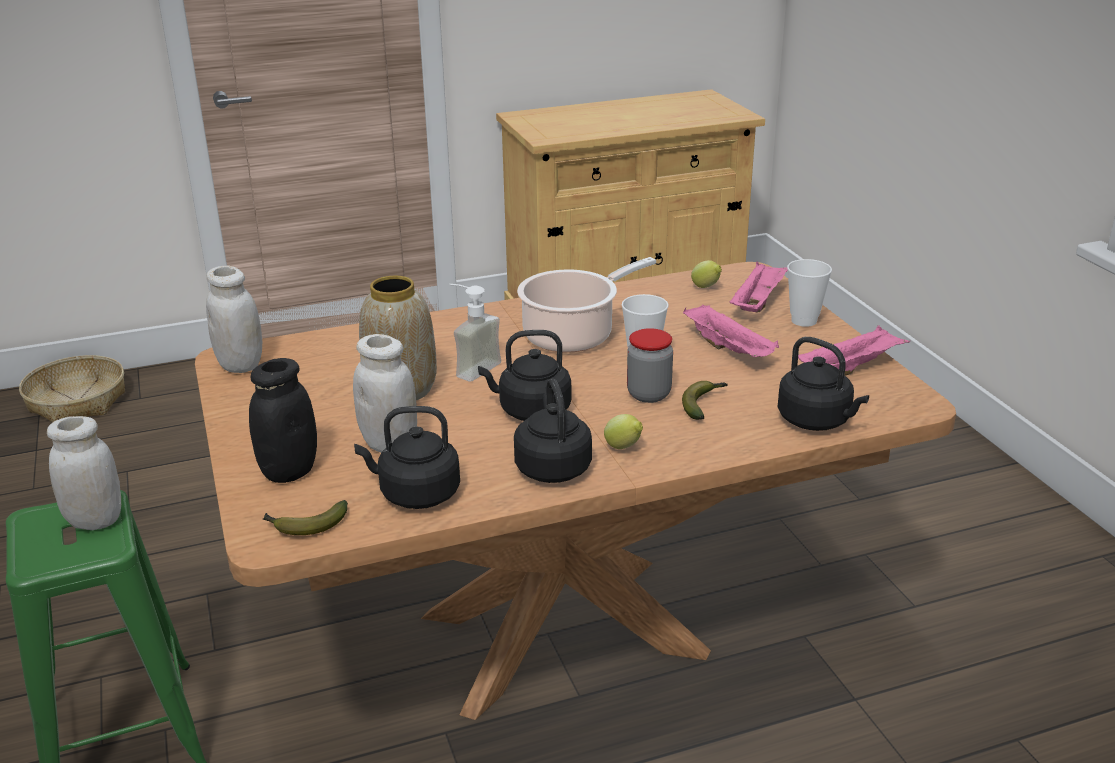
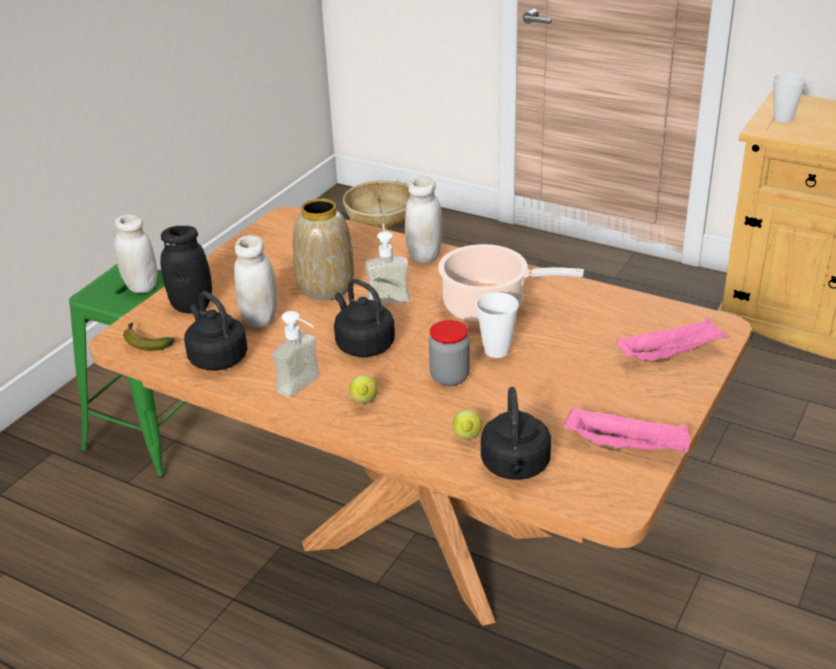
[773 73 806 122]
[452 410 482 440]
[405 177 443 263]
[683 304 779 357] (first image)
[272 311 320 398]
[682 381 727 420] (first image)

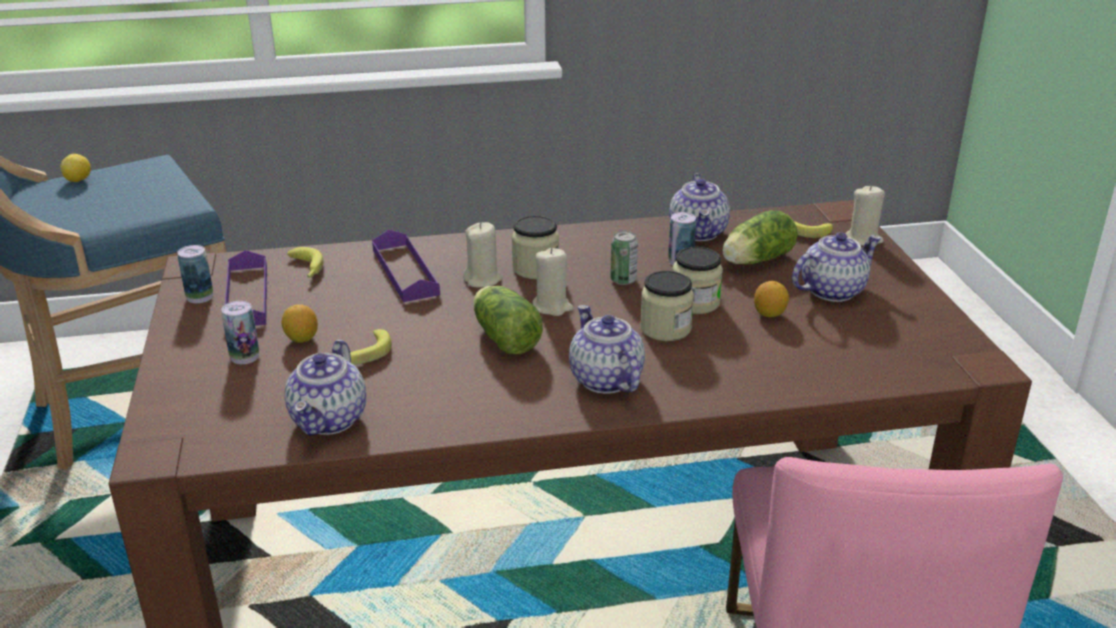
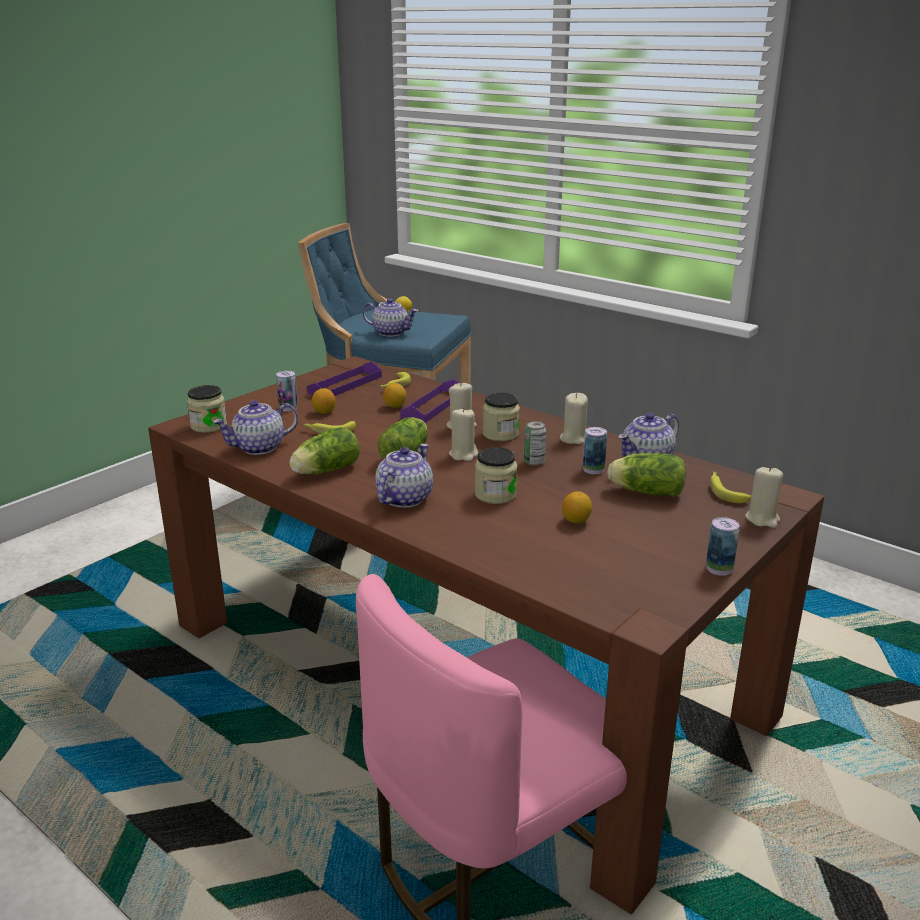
[362 298 418 337]
[706 517 739 576]
[187 385 227 433]
[383 383 406 408]
[560 393 588 444]
[289 427 360 475]

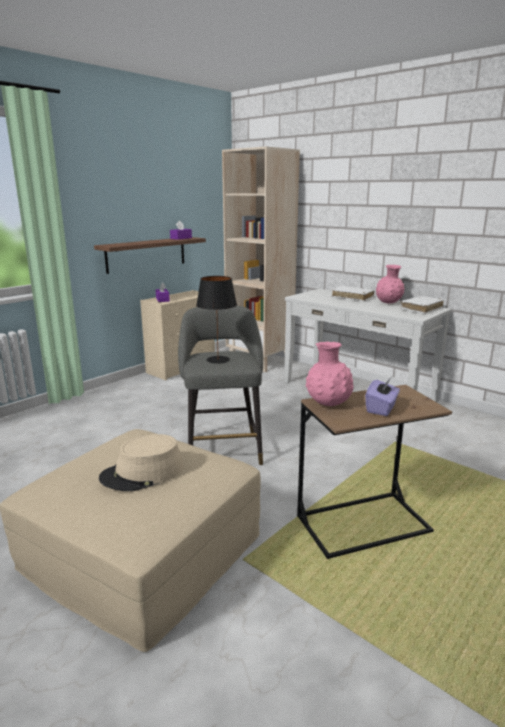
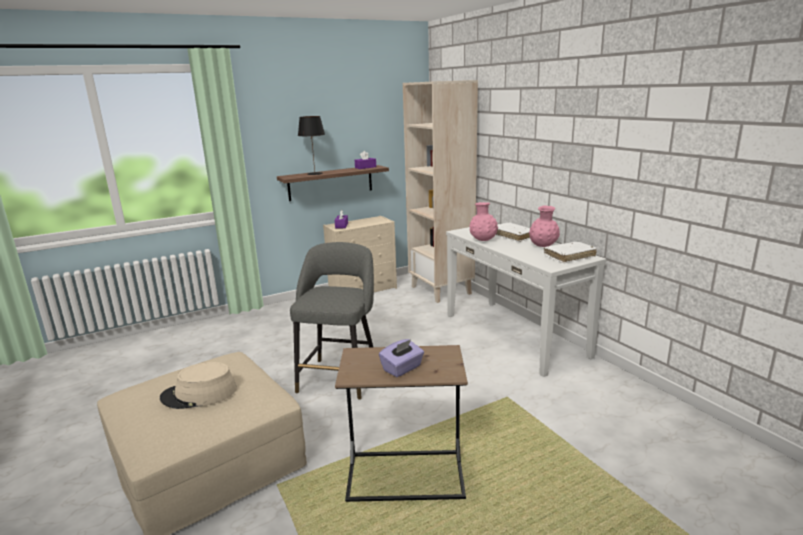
[298 116 325 175]
[469 202 498 241]

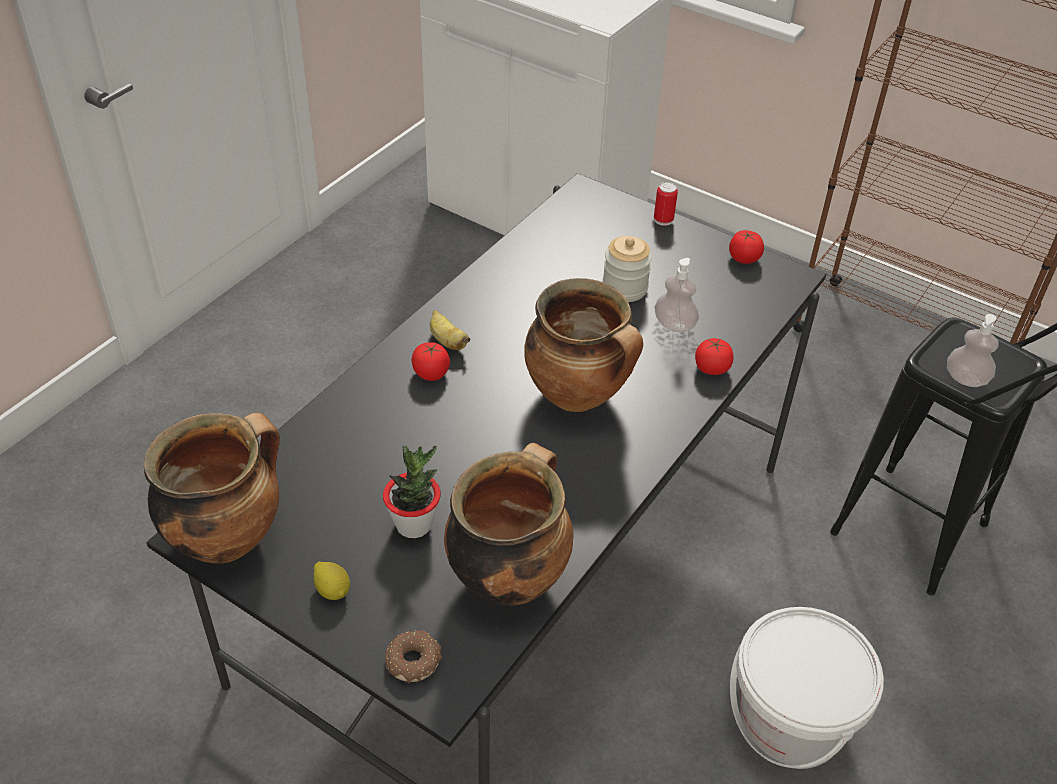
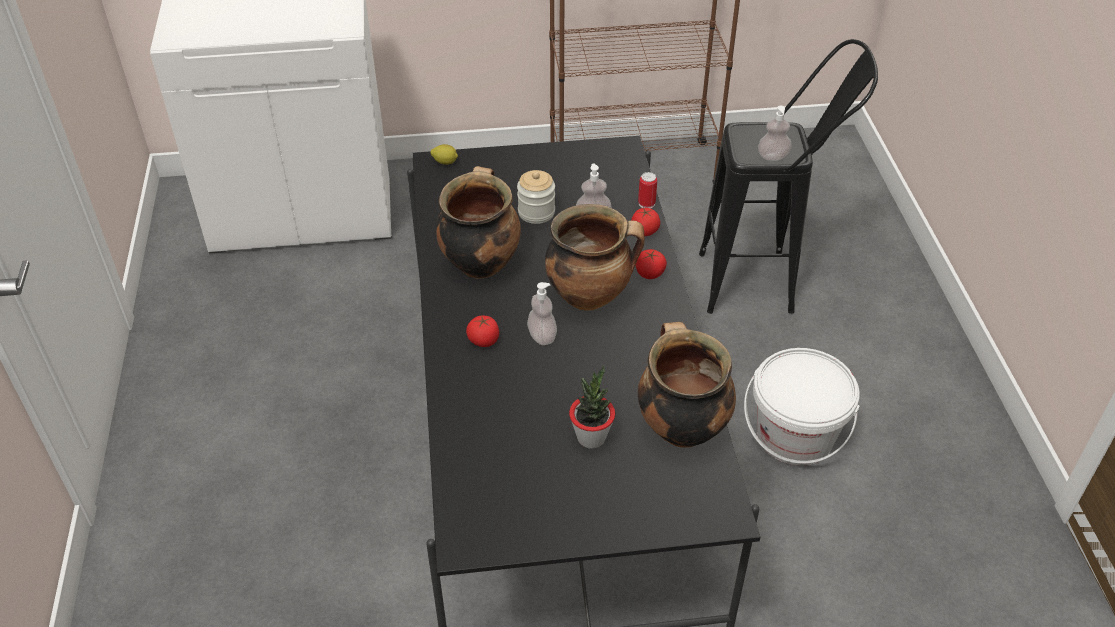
[638 172 657 209]
[636 249 667 279]
[430 310 470 350] (first image)
[436 166 521 279]
[431 144 458 165]
[385 630 442 683] (first image)
[527 282 557 345]

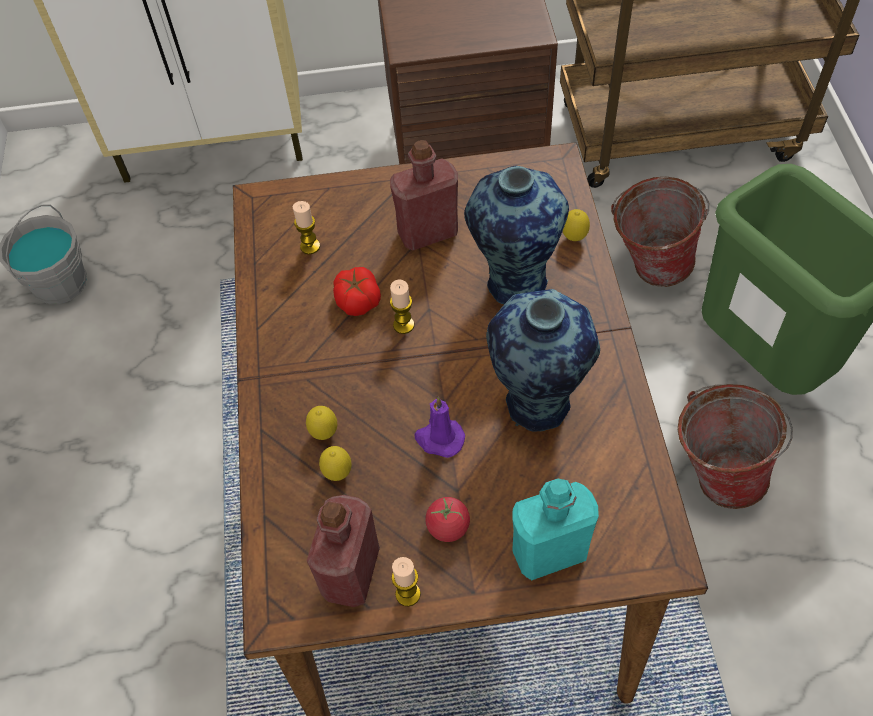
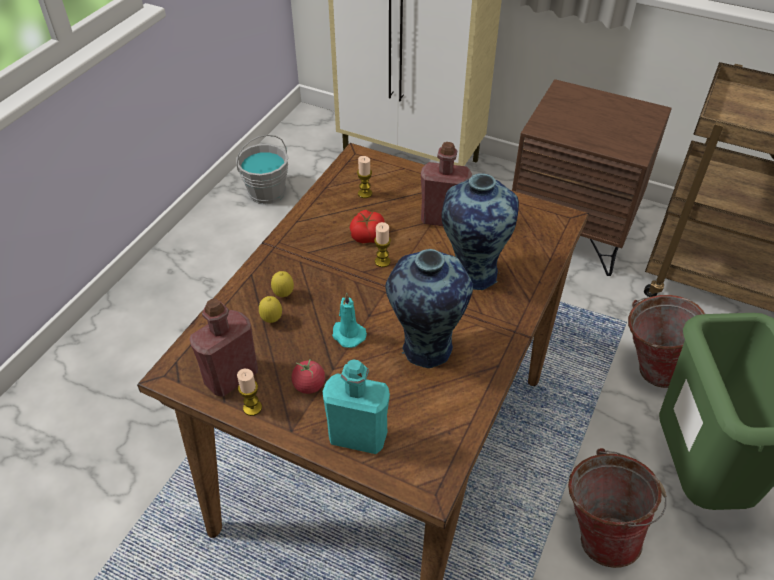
[563 209 590 241] (first image)
[332 292 367 348]

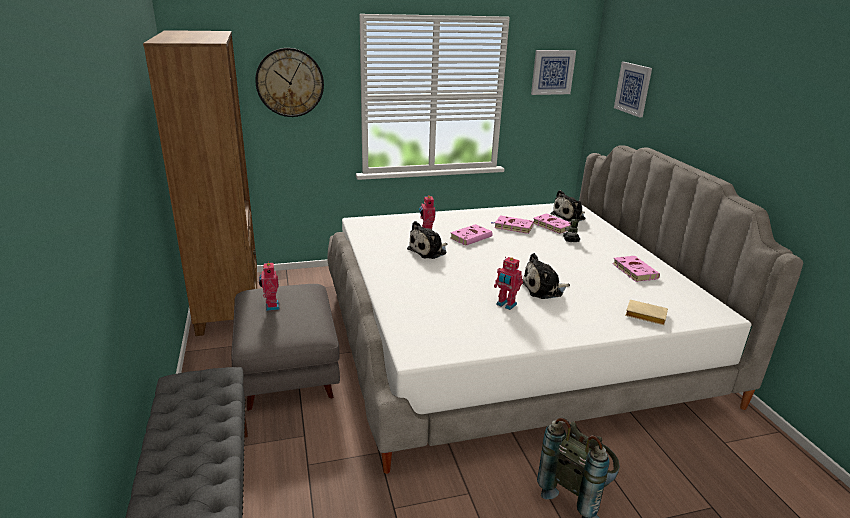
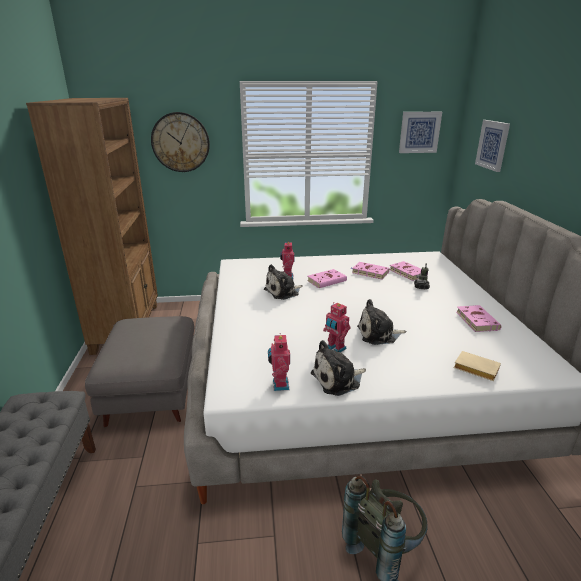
[311 340 366 396]
[268 333 290 391]

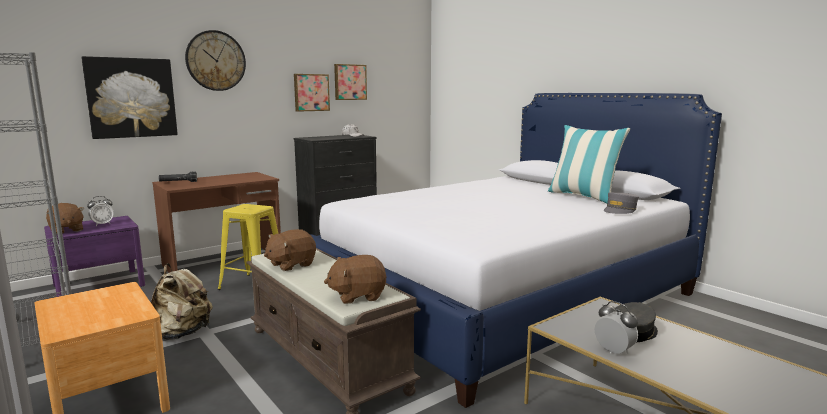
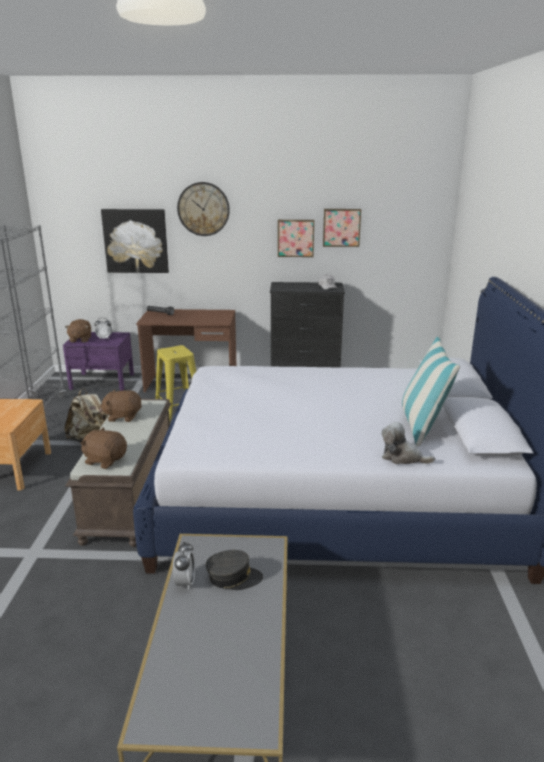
[382 422 435 464]

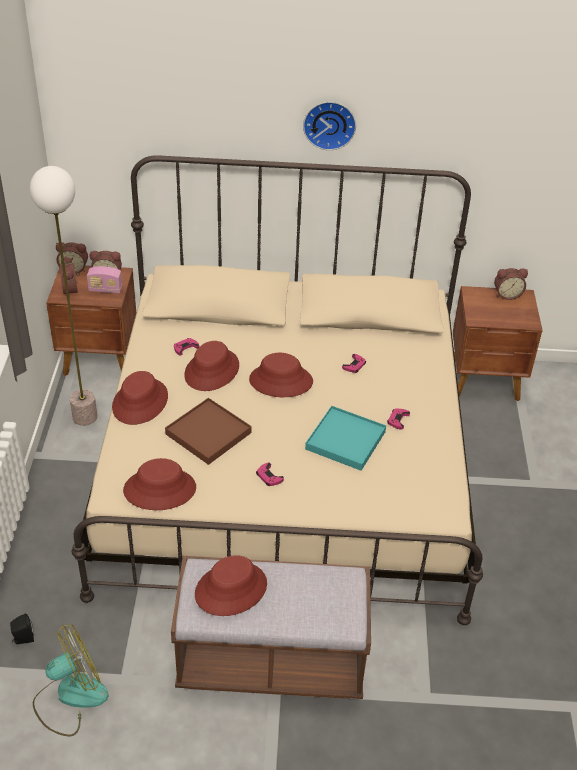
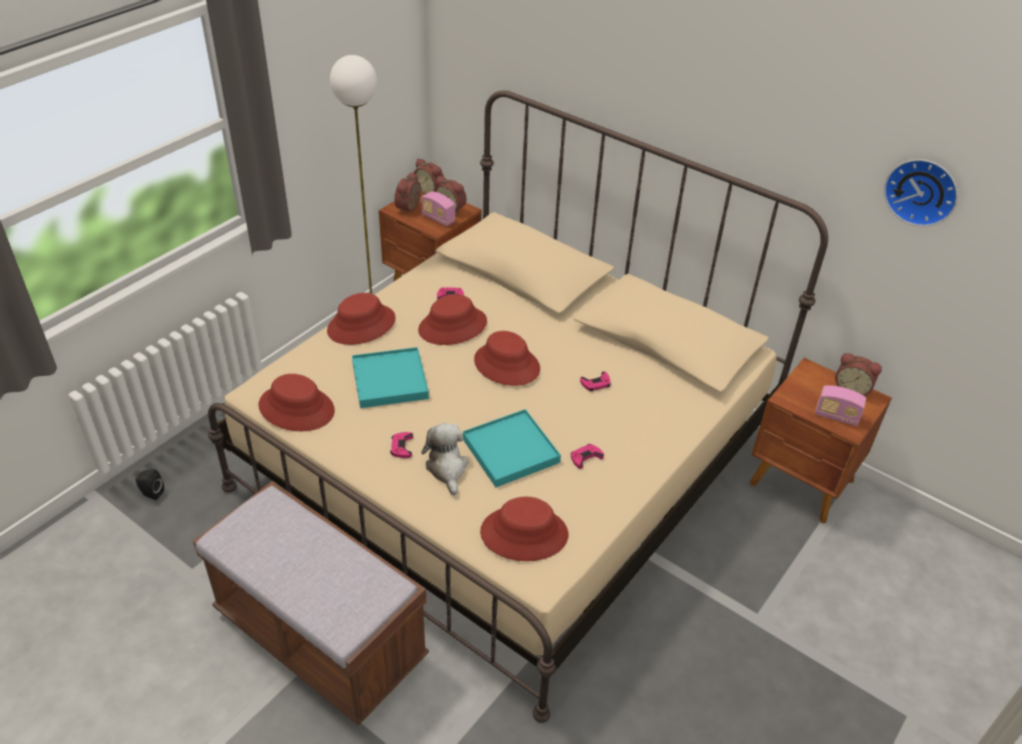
[884 159 958 226]
[352 347 429 408]
[480 497 568 561]
[33 625 109 737] (first image)
[815 385 866 426]
[421 423 468 495]

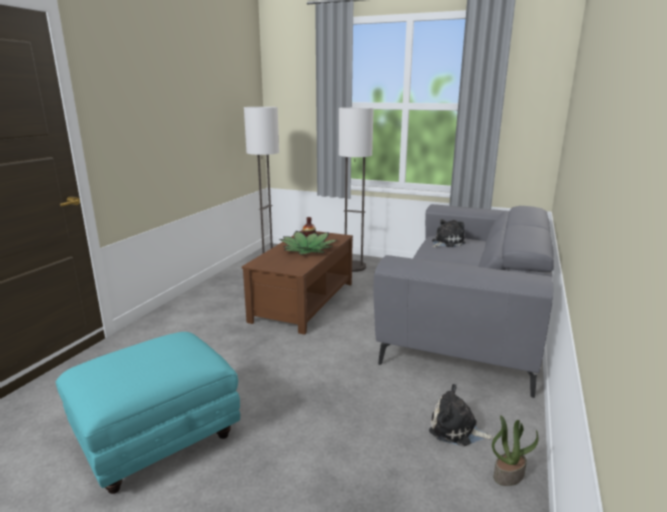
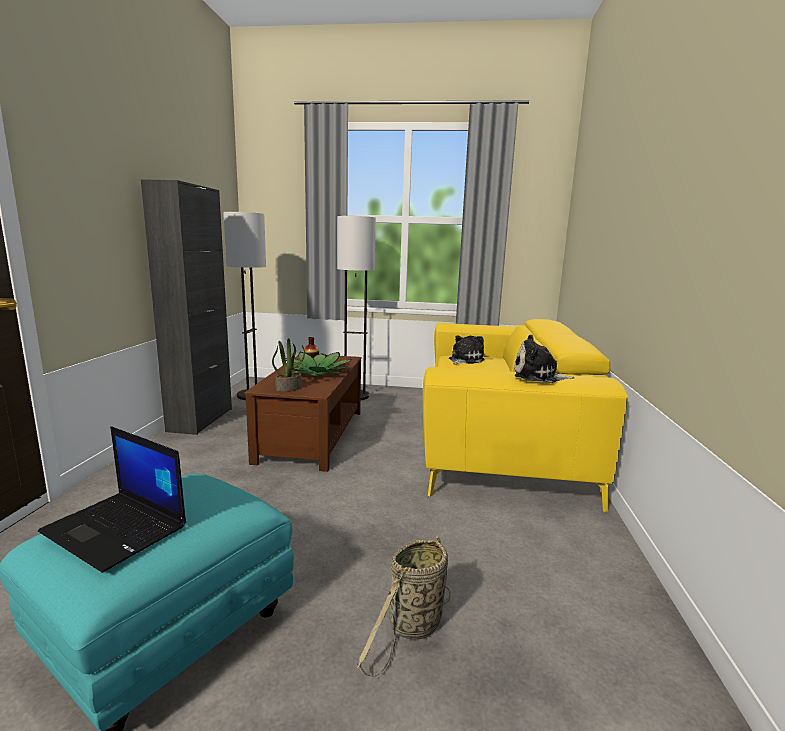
[423 319 628 513]
[514 335 575 383]
[272 338 305 392]
[141 179 232 435]
[38 426 186 573]
[357 535 451 677]

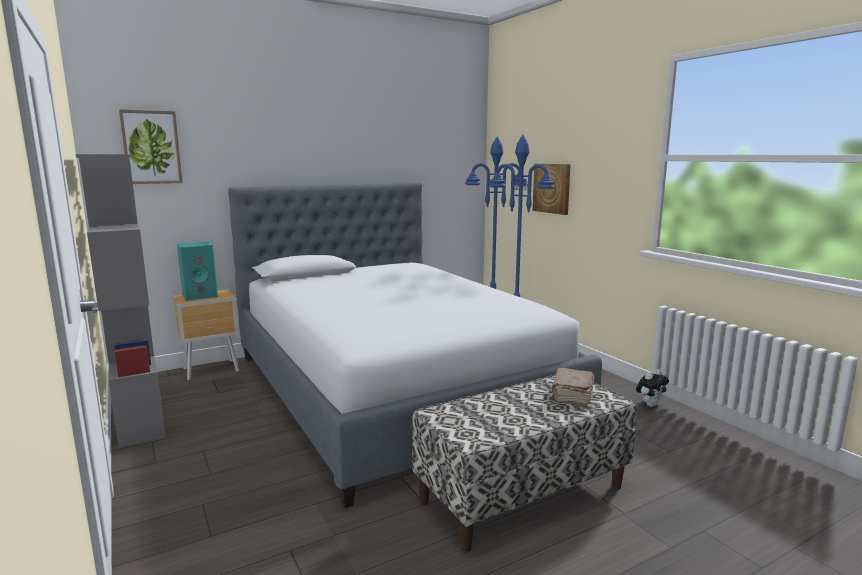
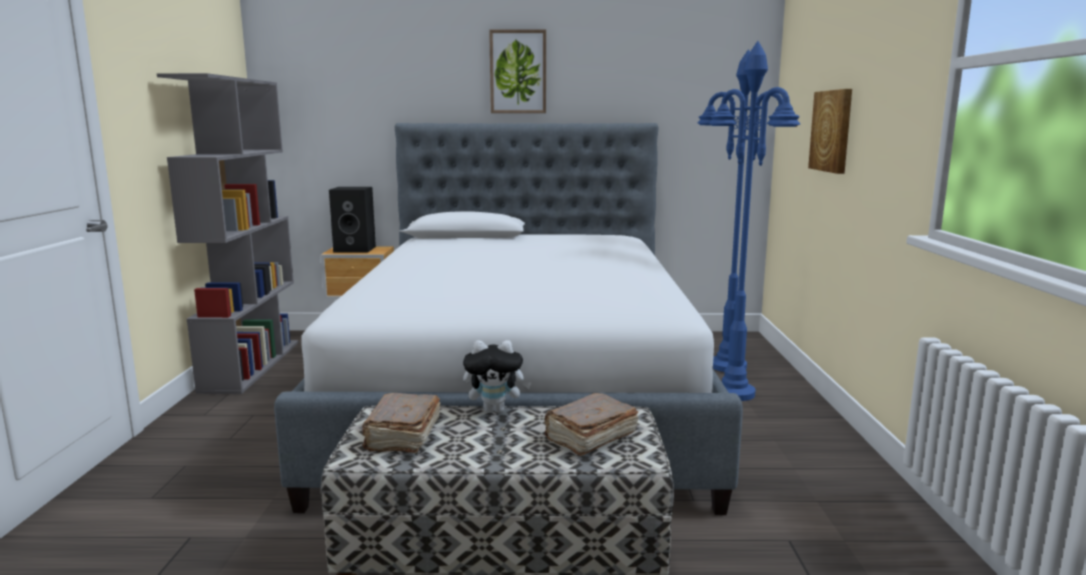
[489 30 546 113]
[329 187 376 252]
[463 340 532 413]
[362 393 441 453]

